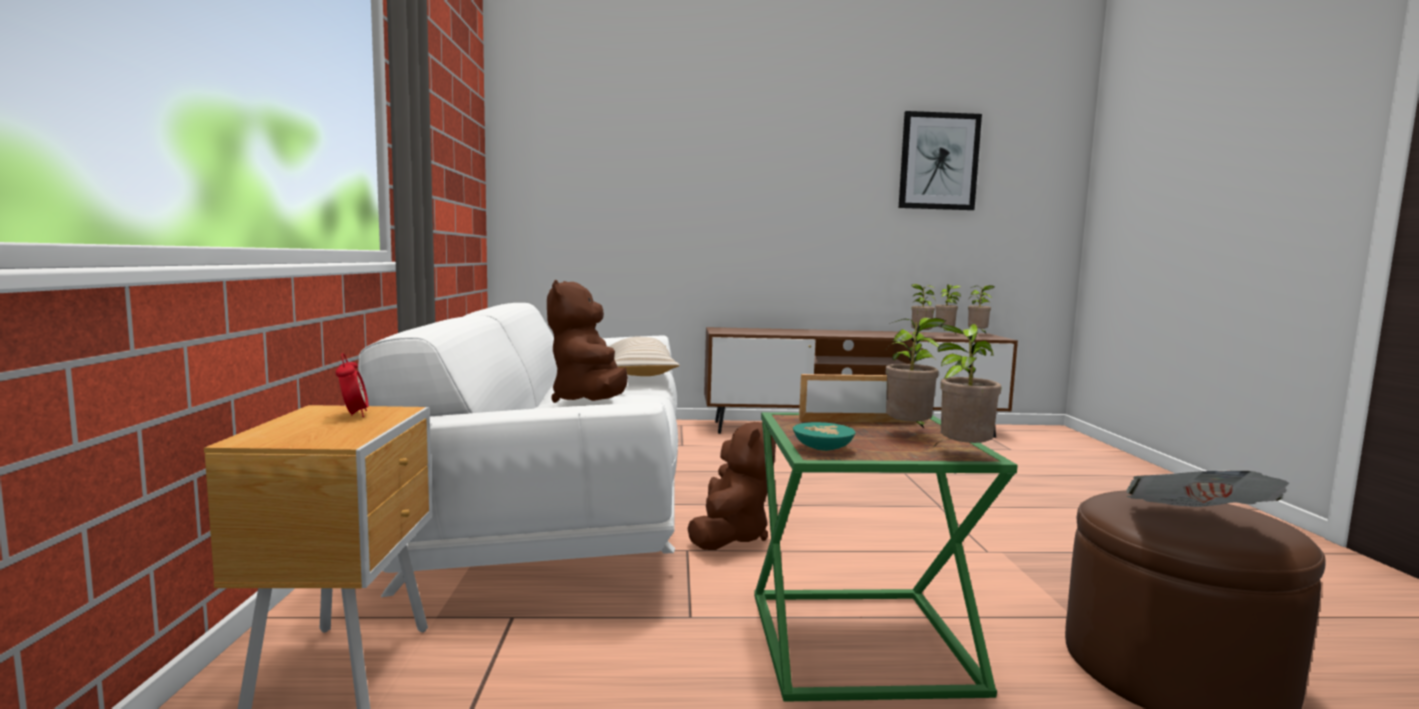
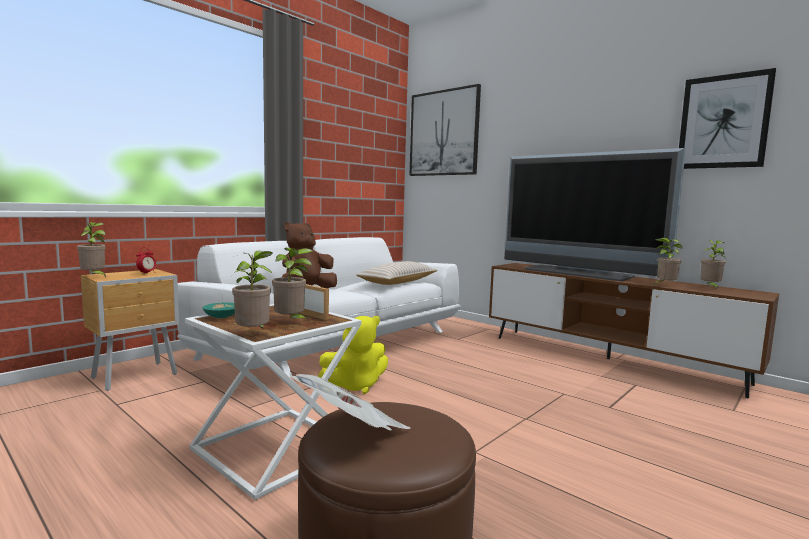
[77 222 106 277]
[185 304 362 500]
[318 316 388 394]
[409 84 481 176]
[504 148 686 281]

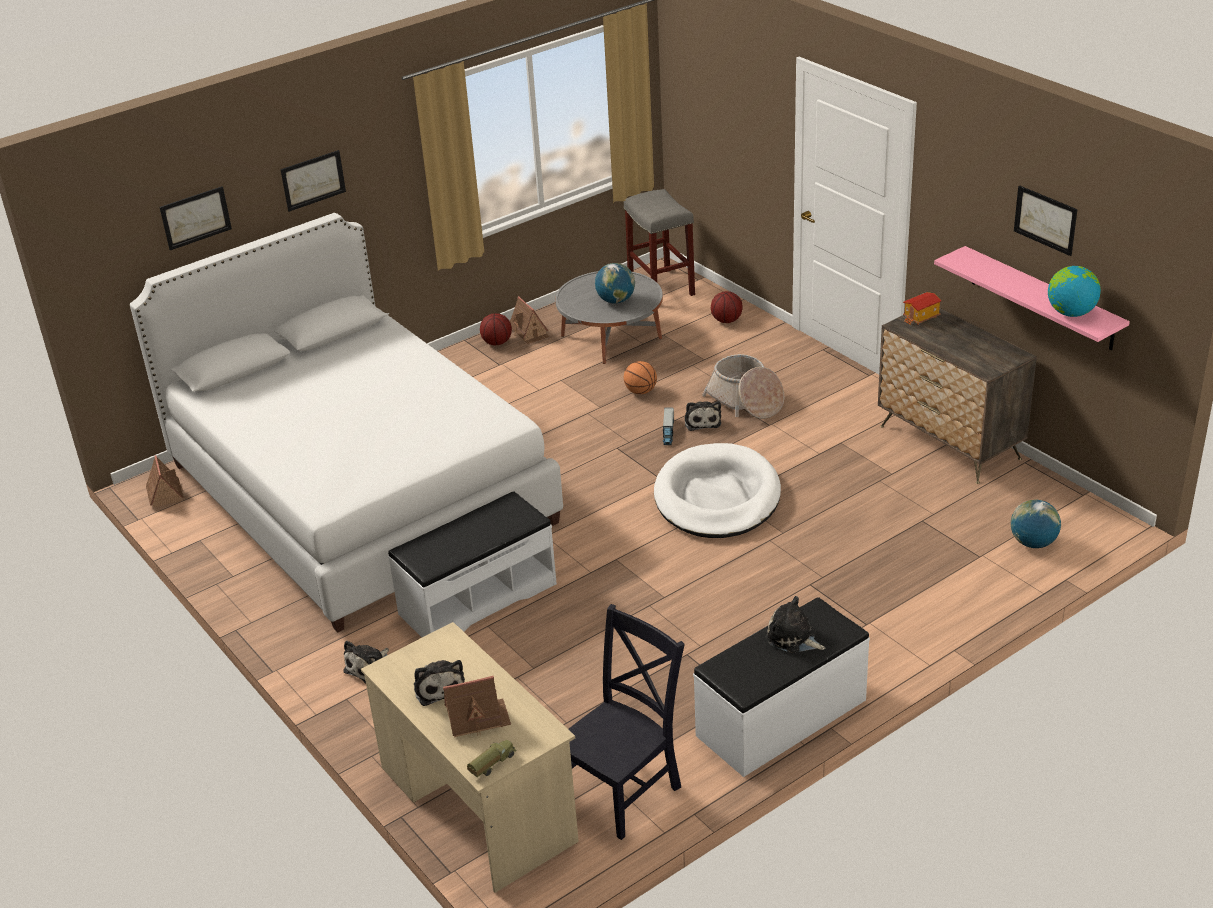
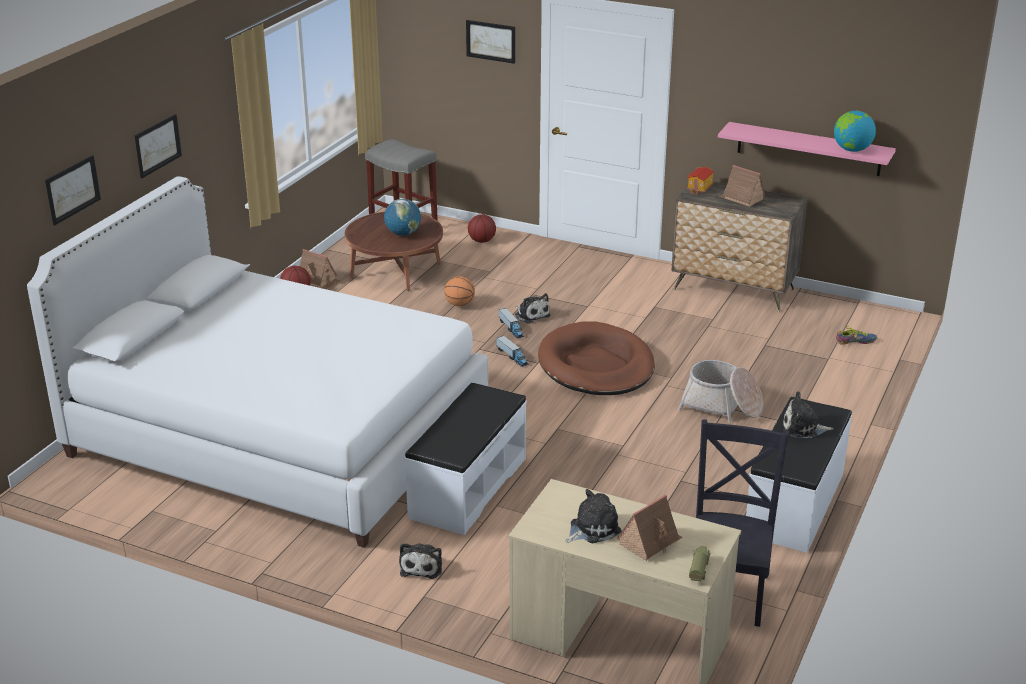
[466 20 515 64]
[344 212 443 291]
[678 360 763 422]
[538 321 655 395]
[719 165 765 207]
[836 326 877 345]
[566 489 621 543]
[497 335 528 367]

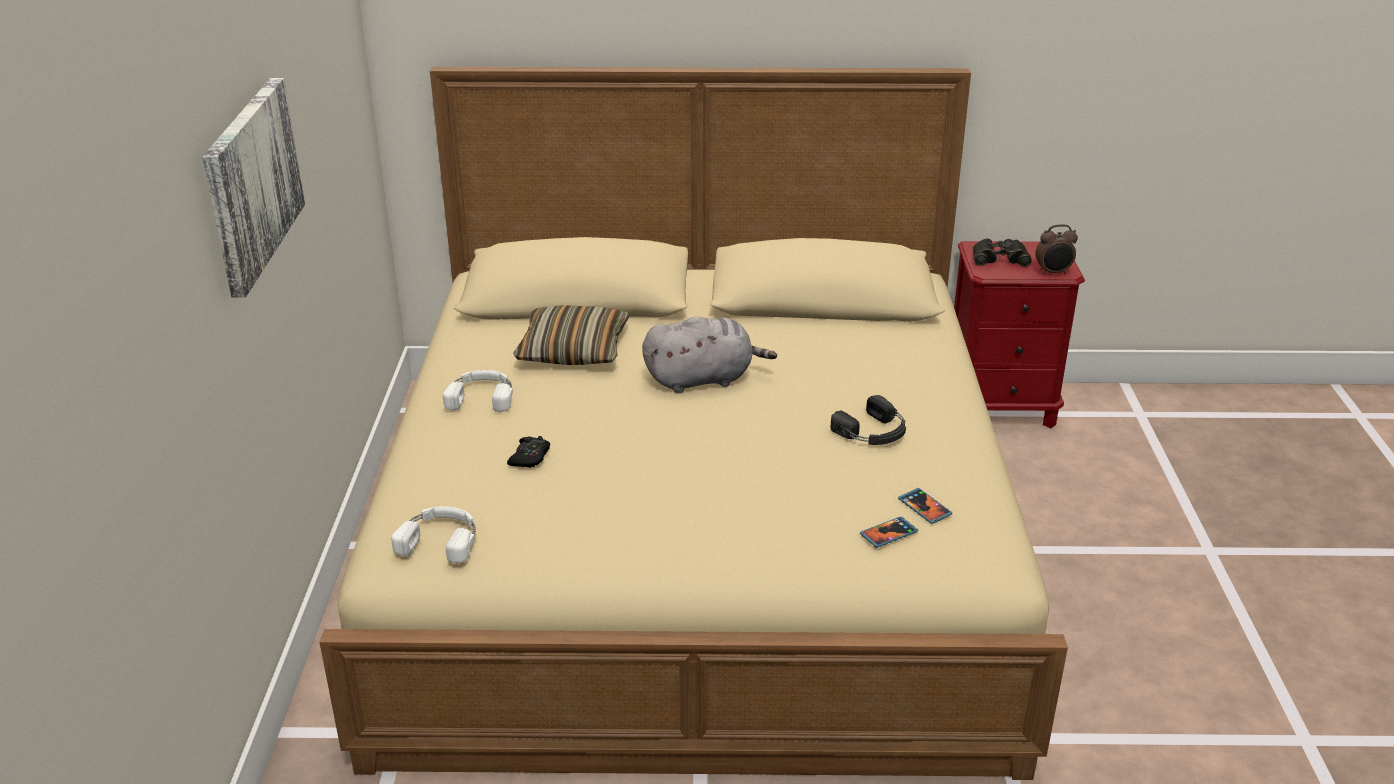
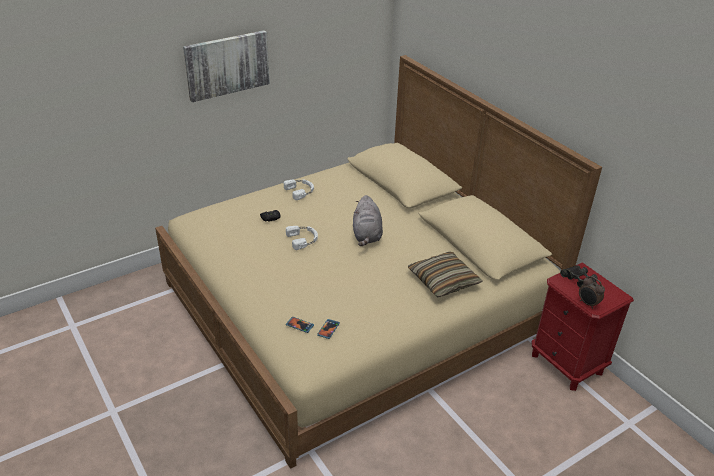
[408 252 483 297]
[353 195 383 246]
[831 395 906 445] (first image)
[286 226 318 250]

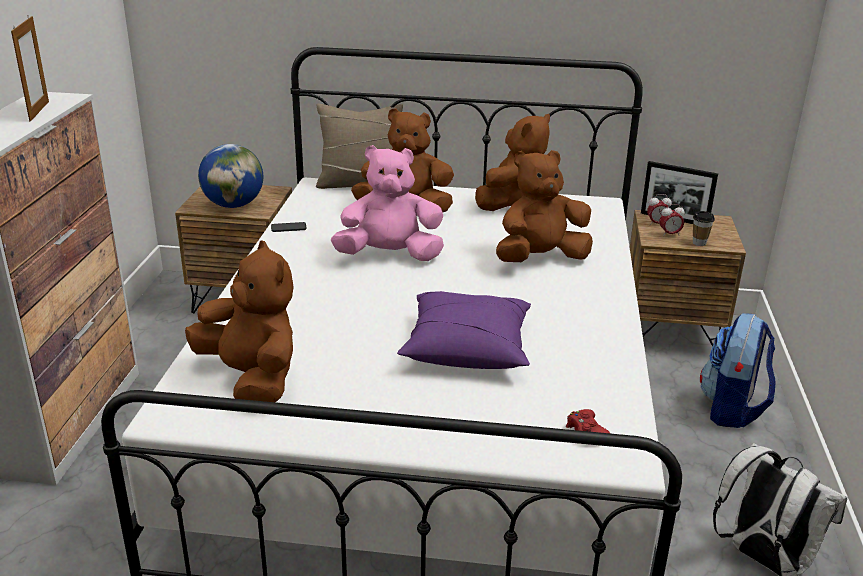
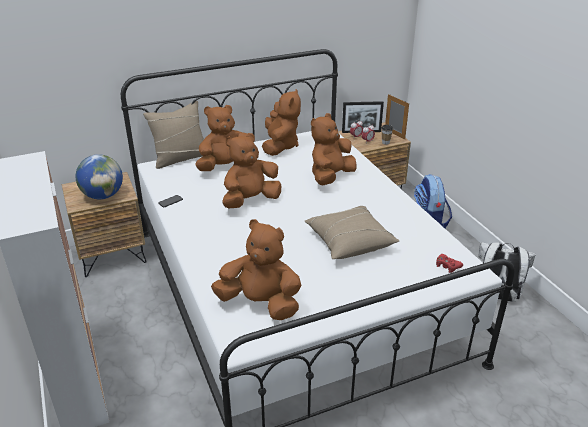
[385 94 409 140]
[222 133 281 209]
[305 206 400 259]

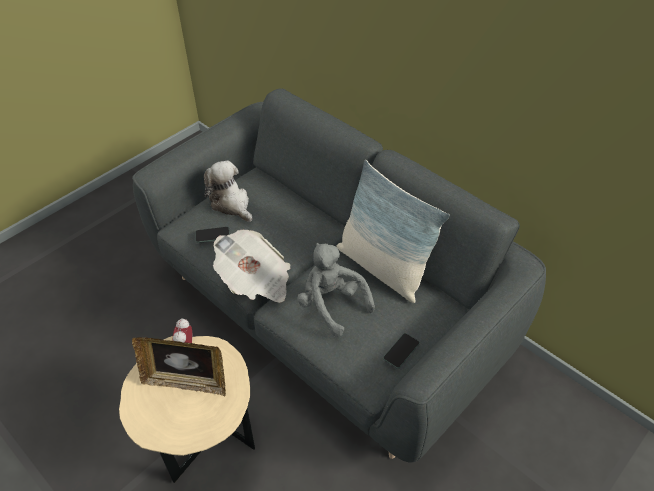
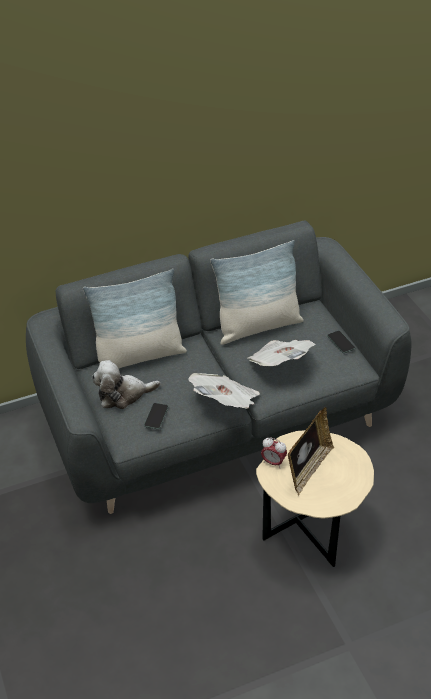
[248 340 316 366]
[83 269 187 369]

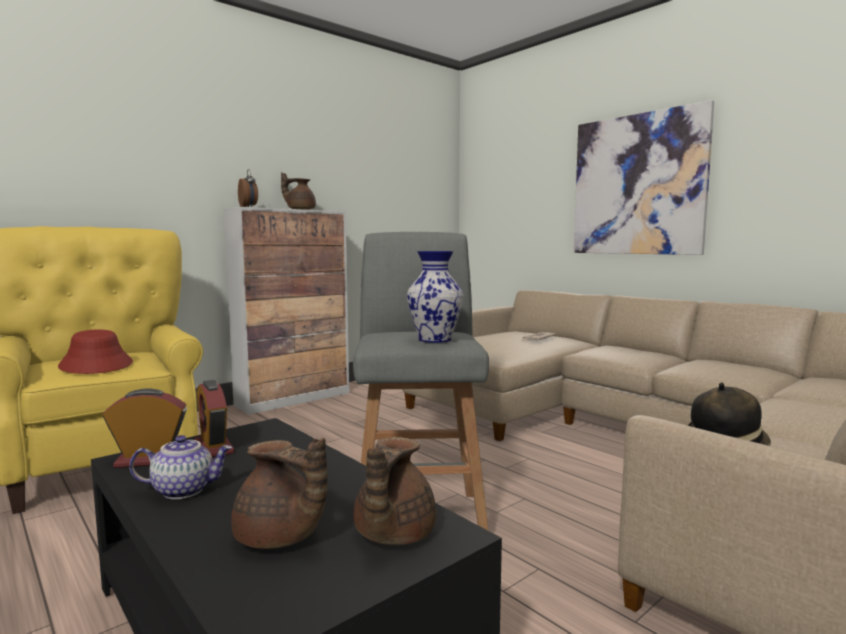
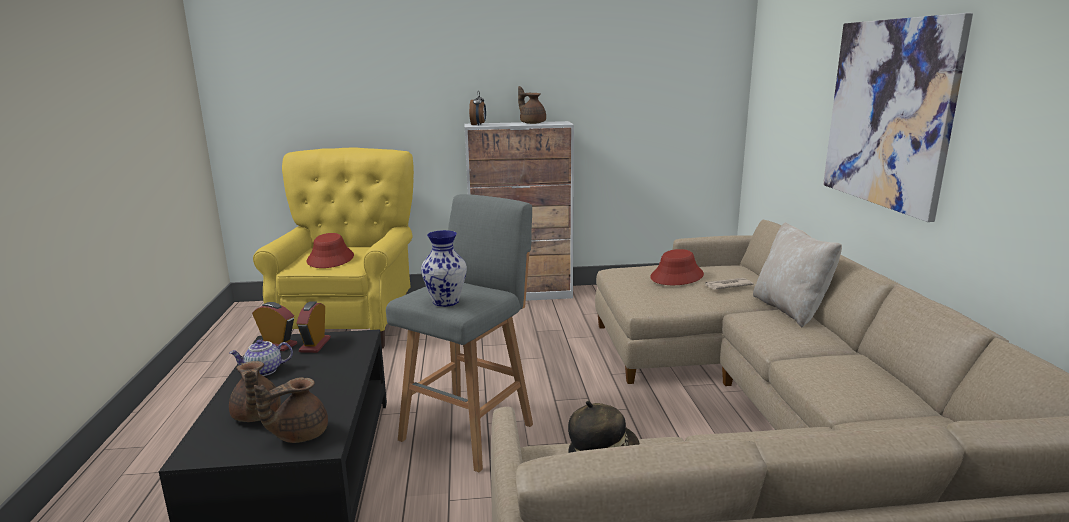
[229 339 293 376]
[753 222 842 328]
[650 249 704 285]

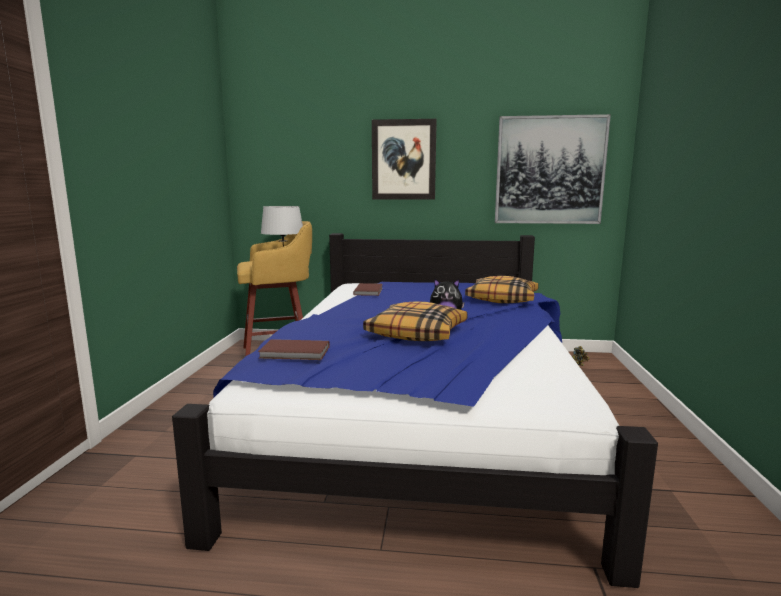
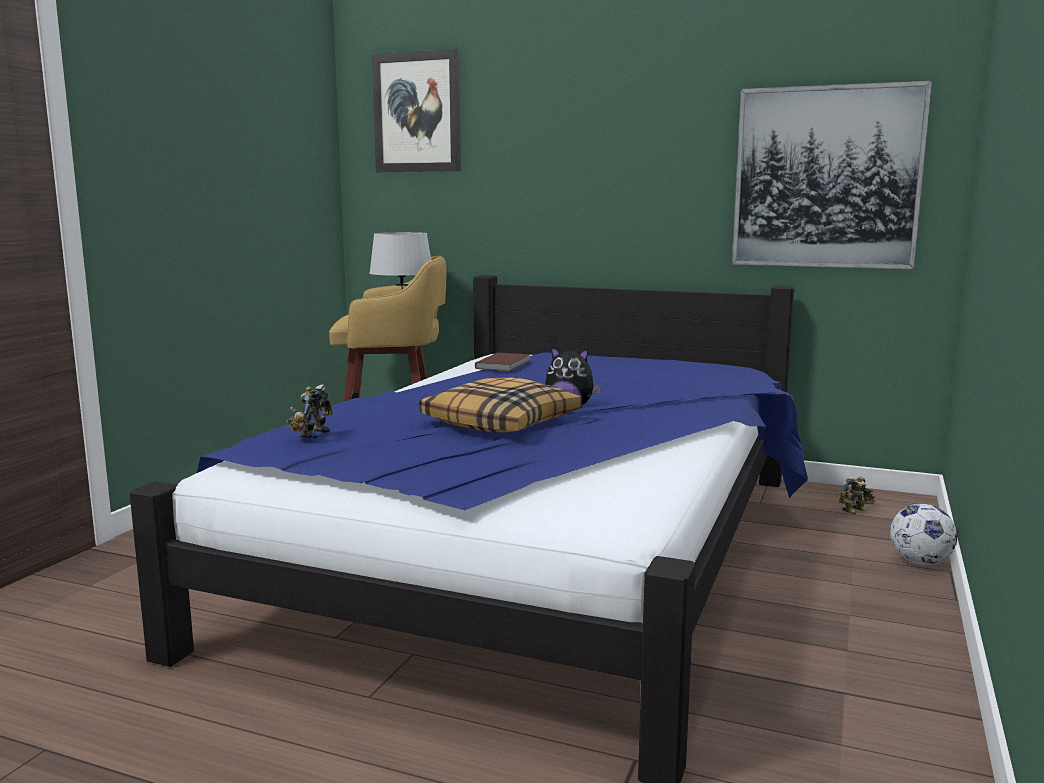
[372 49 461 172]
[465 276 539 304] (first image)
[286 384 333 438]
[890 504 957 565]

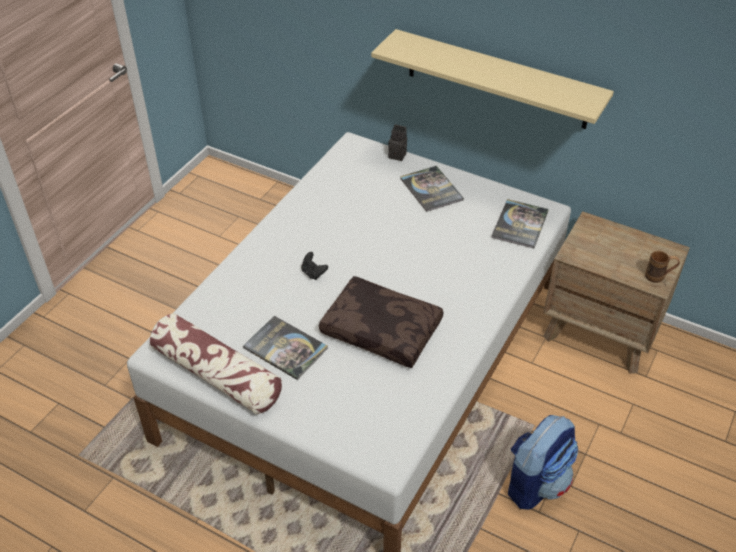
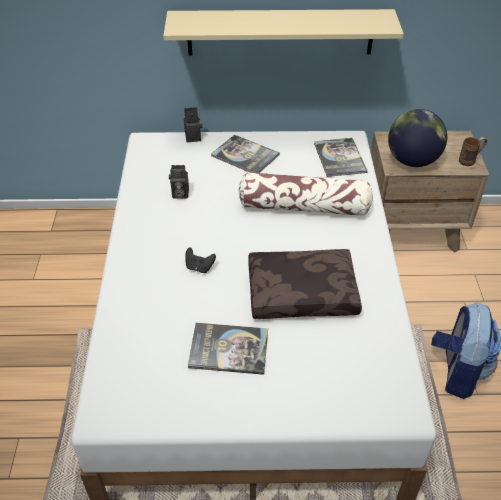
[238 172 373 216]
[388 109 447 167]
[169 165 189 199]

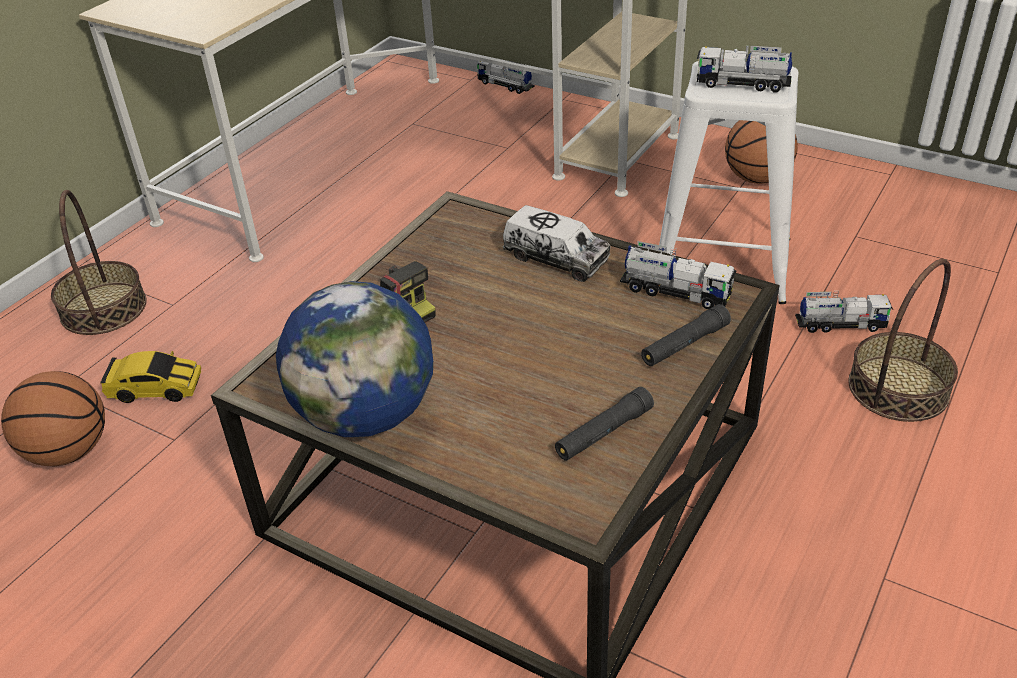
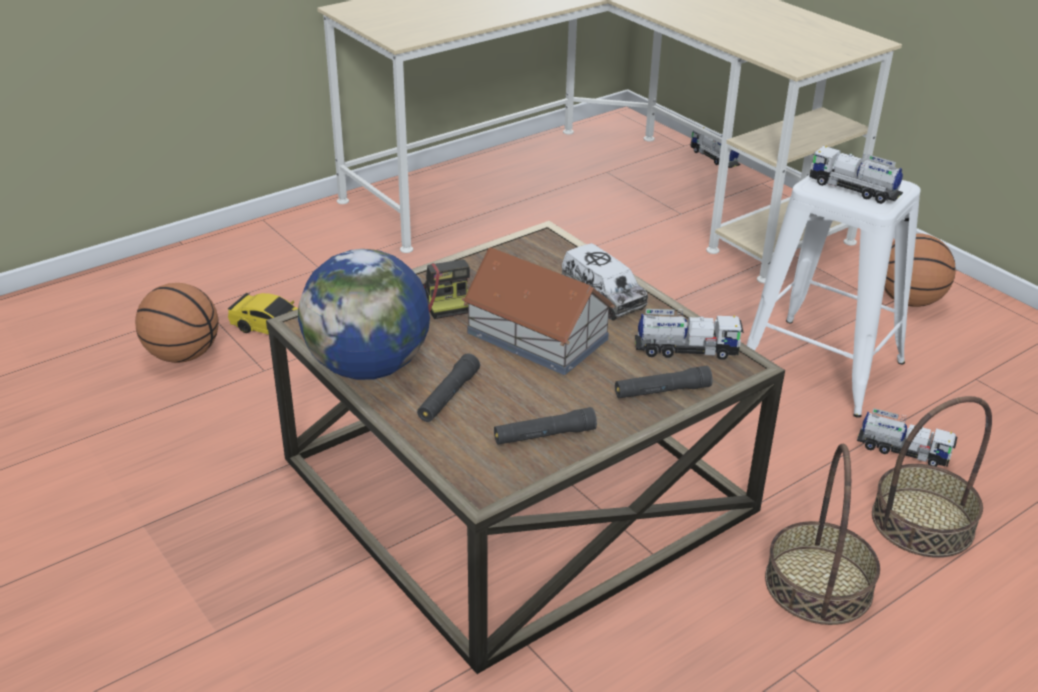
[765 444 880 625]
[635 309 744 360]
[462 248 615 375]
[417 353 480 422]

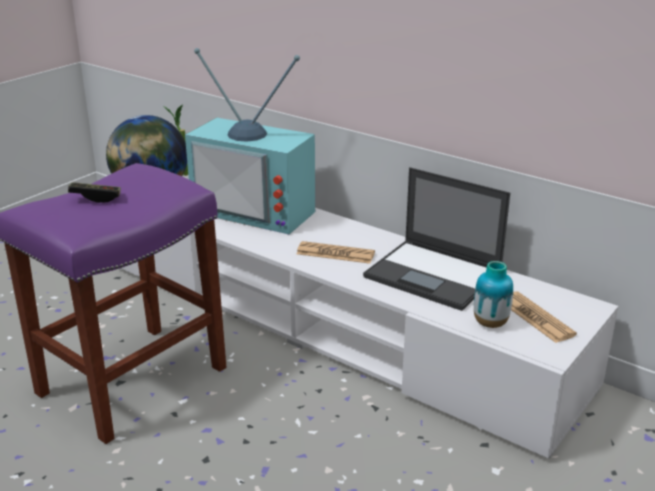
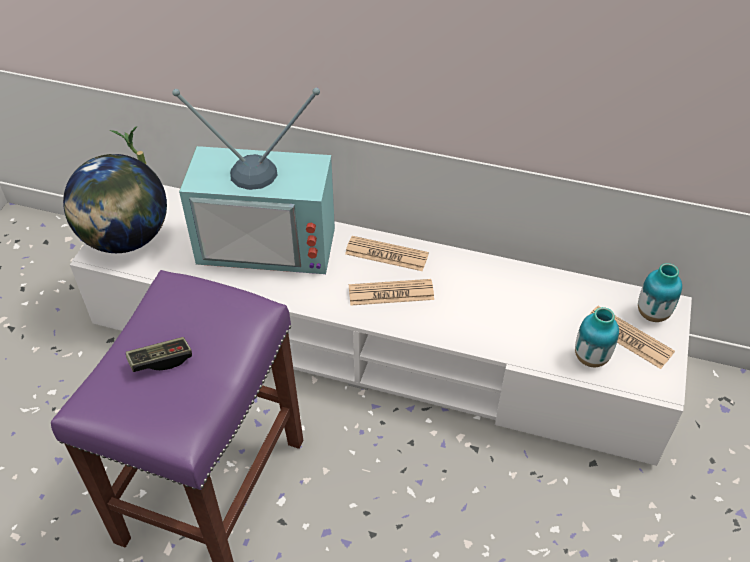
[363 167 510 311] (first image)
[345 236 429 271]
[638 263 682 322]

